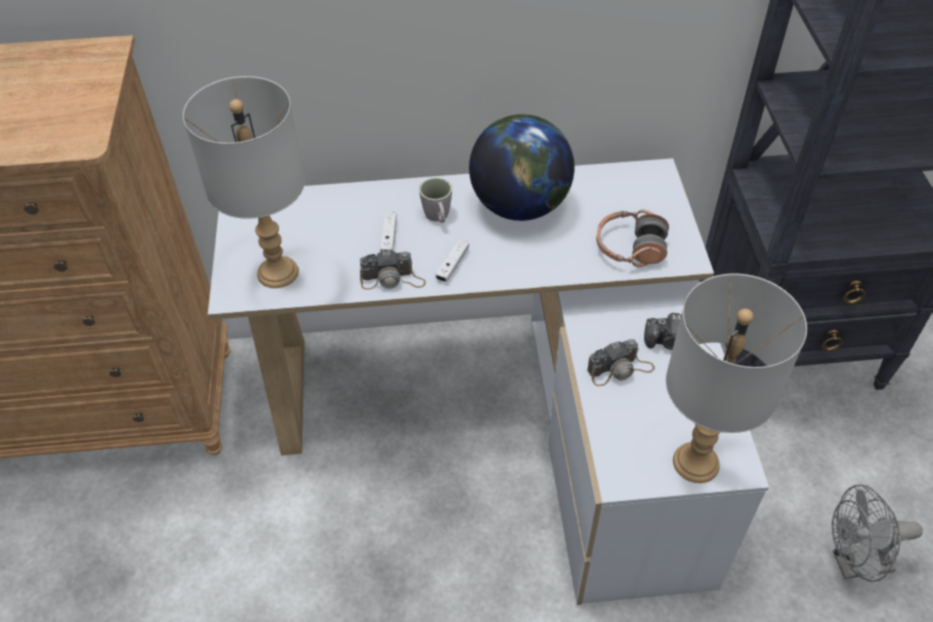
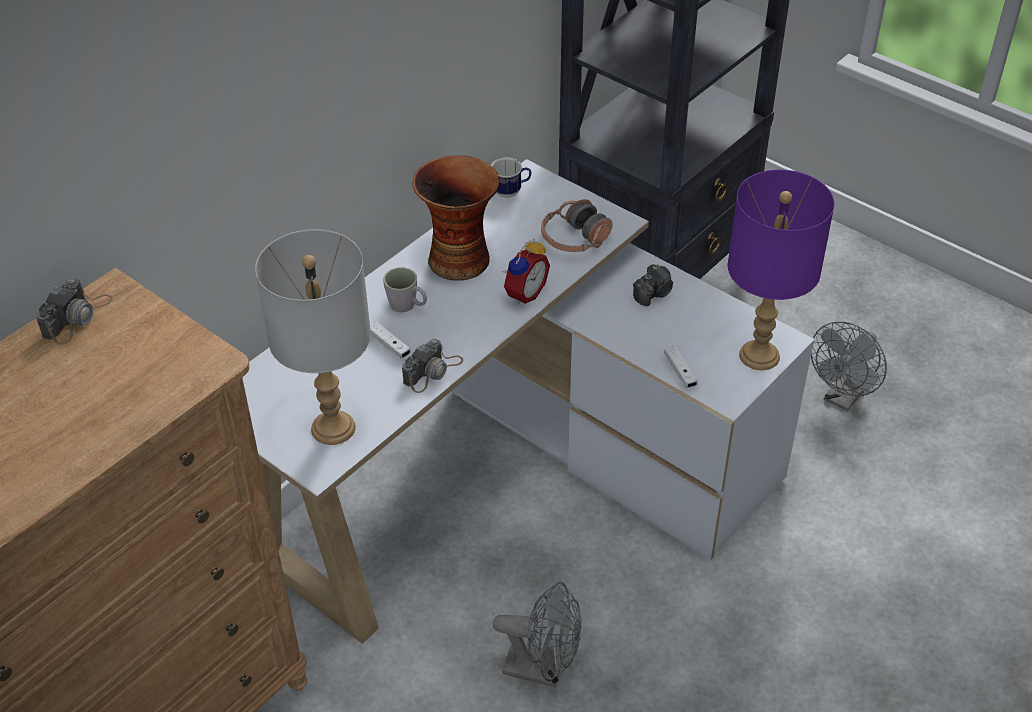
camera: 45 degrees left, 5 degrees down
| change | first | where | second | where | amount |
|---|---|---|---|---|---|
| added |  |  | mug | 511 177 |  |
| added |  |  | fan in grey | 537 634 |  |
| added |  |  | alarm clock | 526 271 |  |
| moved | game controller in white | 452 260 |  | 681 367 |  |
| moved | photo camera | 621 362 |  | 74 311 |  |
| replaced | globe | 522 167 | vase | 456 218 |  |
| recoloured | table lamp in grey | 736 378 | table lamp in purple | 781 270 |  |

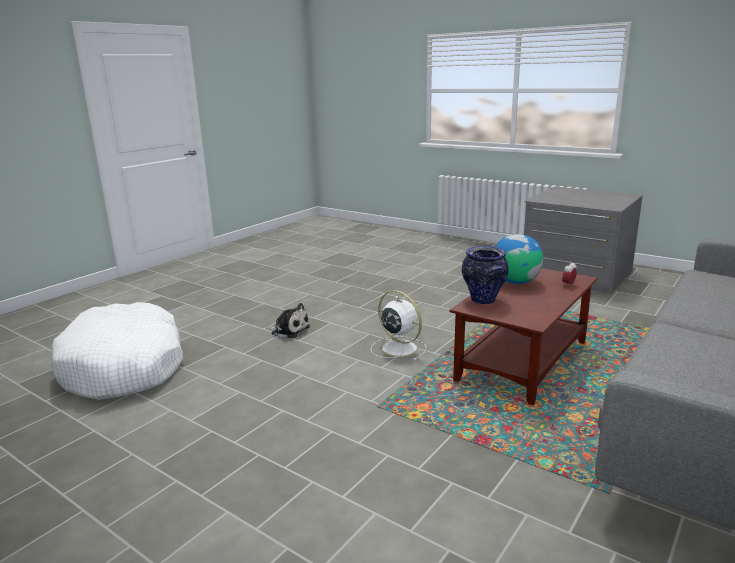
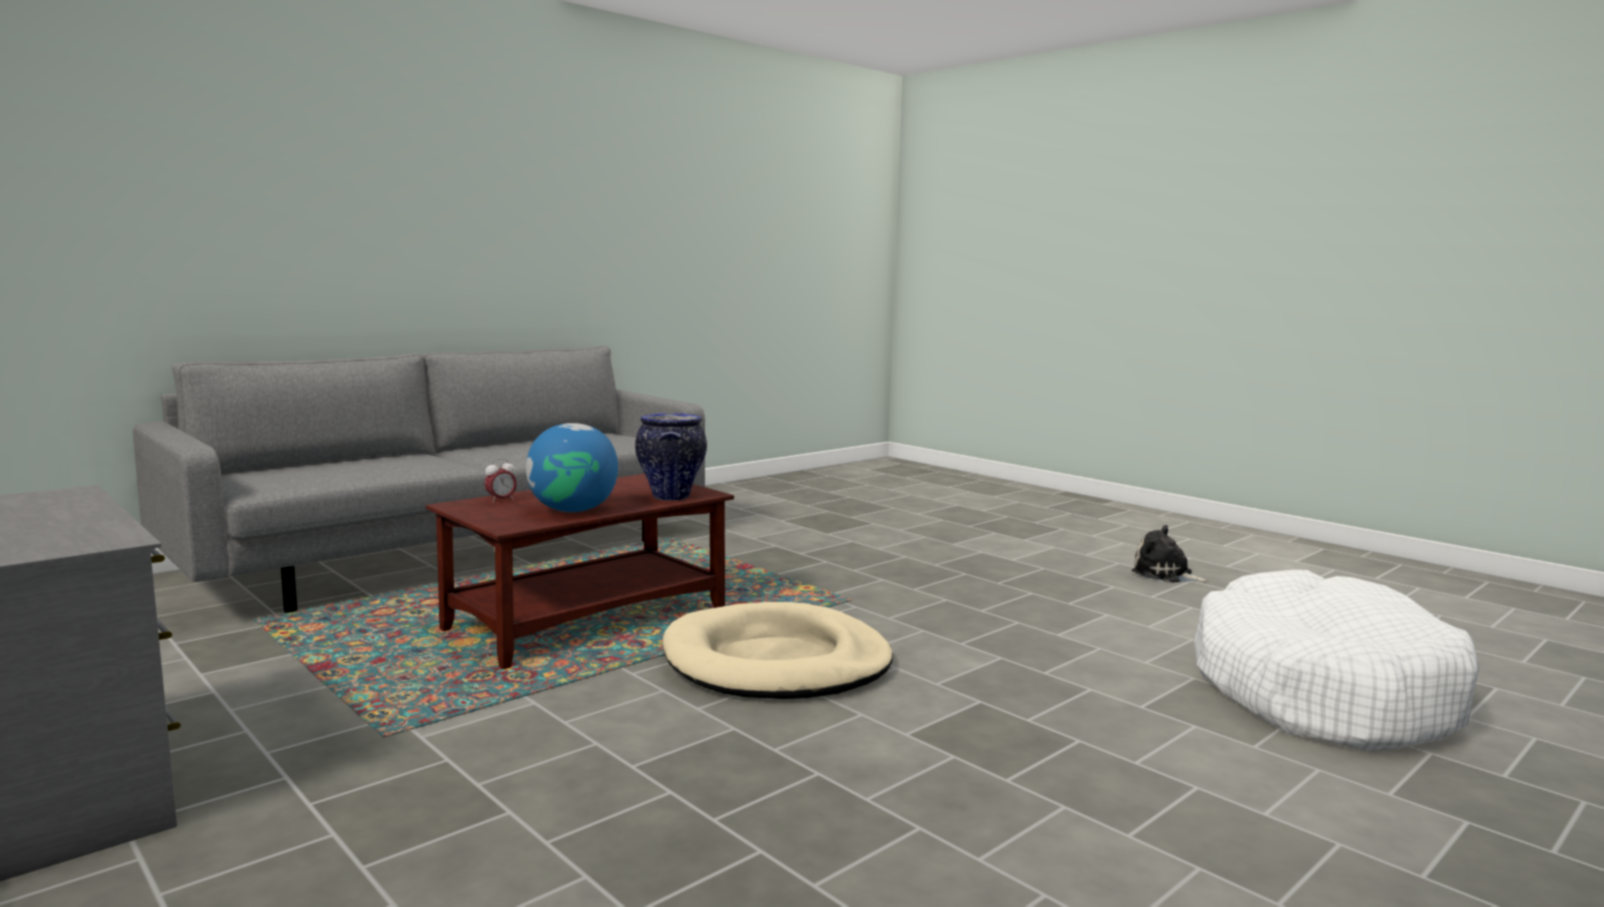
camera: 170 degrees left, 10 degrees down
| change | first | where | second | where | amount |
|---|---|---|---|---|---|
| moved | plush toy | 288 320 |  | 1171 553 |  |
| replaced | fan in white | 399 325 | dog bed in beige | 778 650 |  |

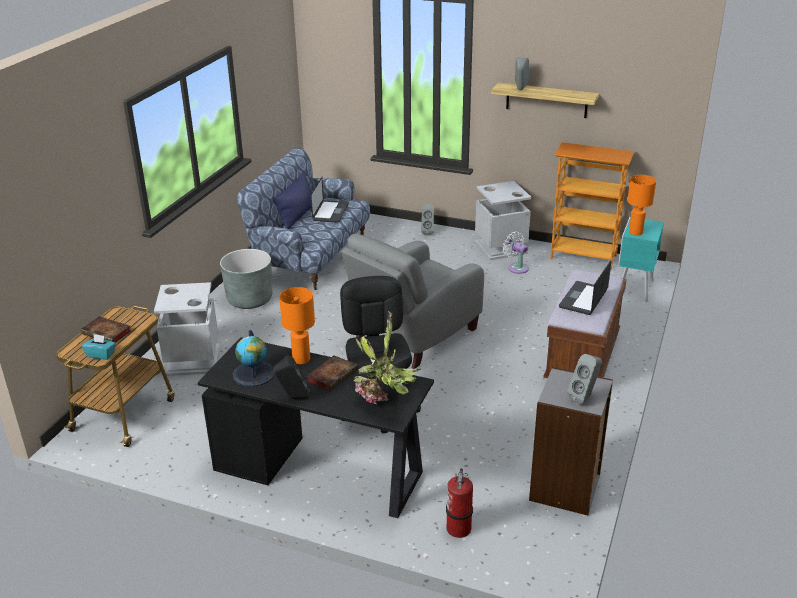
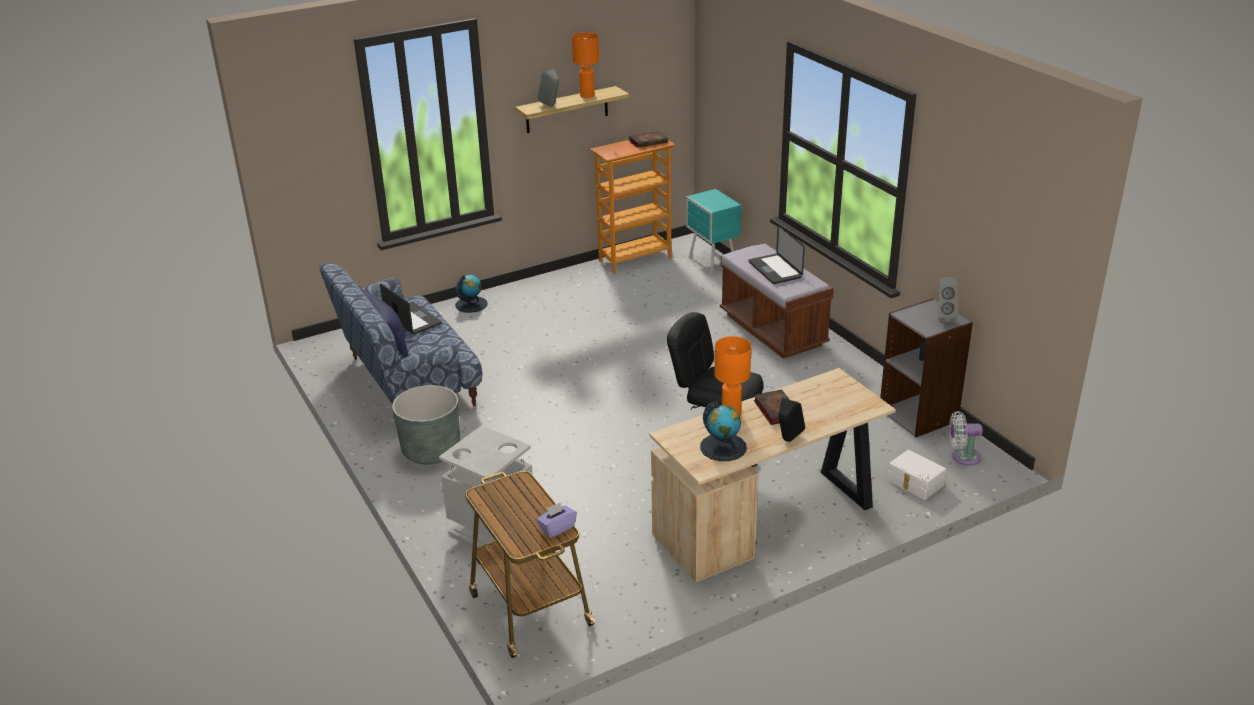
camera: 50 degrees left, 0 degrees up
| change | first | where | second | where | amount |
|---|---|---|---|---|---|
| removed | armchair in grey | 412 301 |  |  |  |
| removed | potted plant | 387 357 |  |  |  |
| removed | trash can in grey | 503 220 |  |  |  |
| moved | book | 106 329 |  | 648 139 |  |
| moved | fan in white | 515 253 |  | 966 438 |  |
| moved | table lamp in orange | 641 205 |  | 585 65 |  |
| replaced | speaker in grey | 427 219 | globe | 471 293 |  |
| replaced | fire extinguisher | 459 503 | storage box in white | 916 475 |  |
| recoloured | tissue box in turquoise | 99 347 | tissue box in purple | 556 520 |  |
| recoloured | desk in black | 316 427 | desk in beige | 772 475 |  |

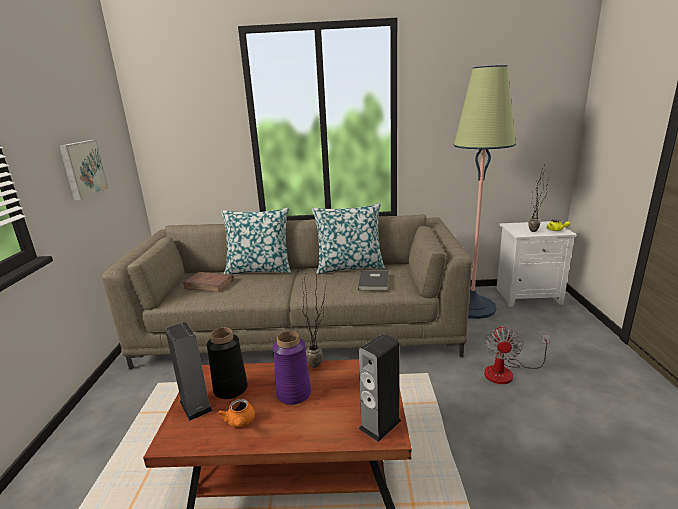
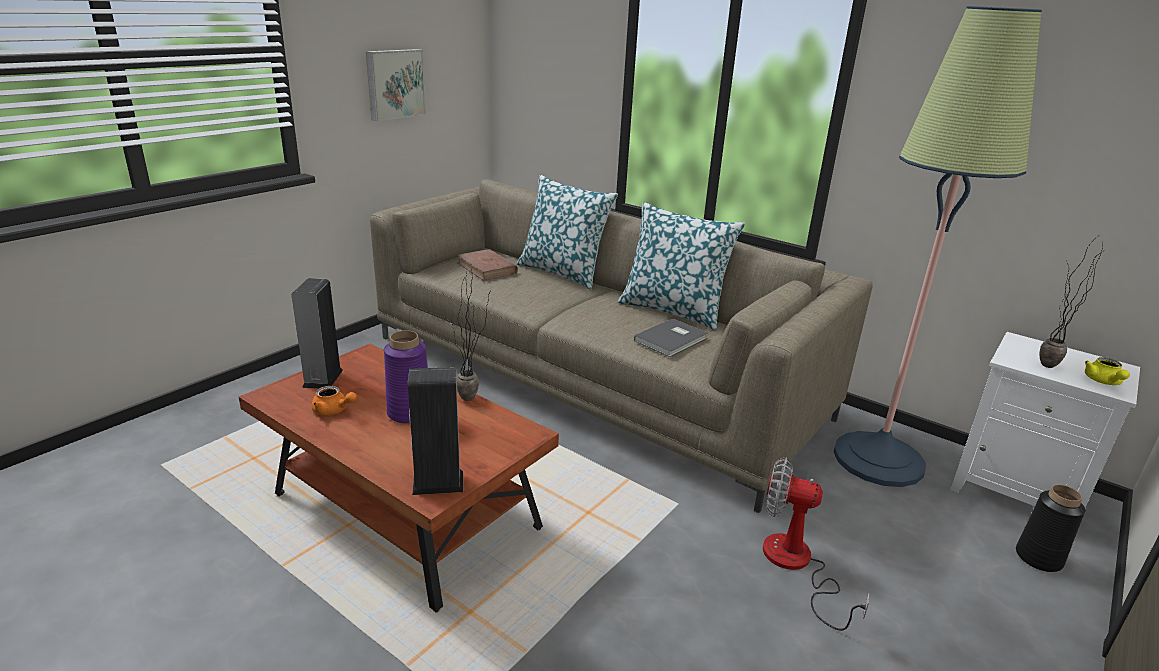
camera: 35 degrees right, 5 degrees up
| change | first | where | second | where | amount |
|---|---|---|---|---|---|
| moved | vase in black | 227 363 |  | 1050 528 |  |
| turned | teapot in orange | 236 413 |  | 334 400 | 90 degrees counterclockwise |
| turned | fan | 517 355 |  | 816 544 | 60 degrees clockwise |

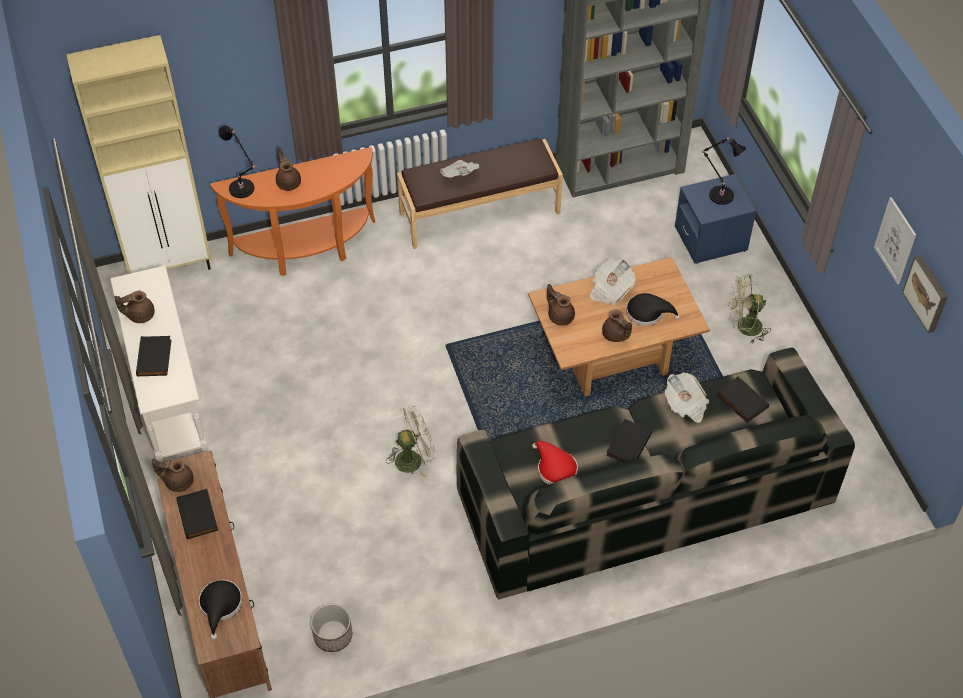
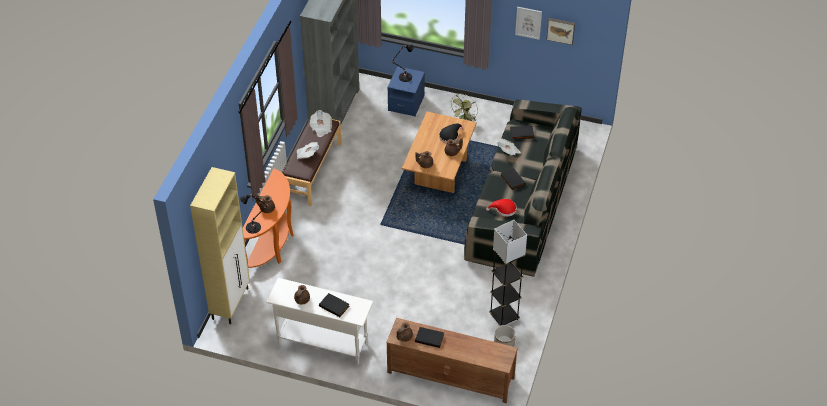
camera: 55 degrees left, 5 degrees down
| change | first | where | second | where | amount |
|---|---|---|---|---|---|
| removed | hat in black | 220 610 |  |  |  |
| removed | fan in green | 411 442 |  |  |  |
| added |  |  | floor lamp in grey | 508 273 |  |
| moved | newspaper | 613 282 |  | 321 123 |  |

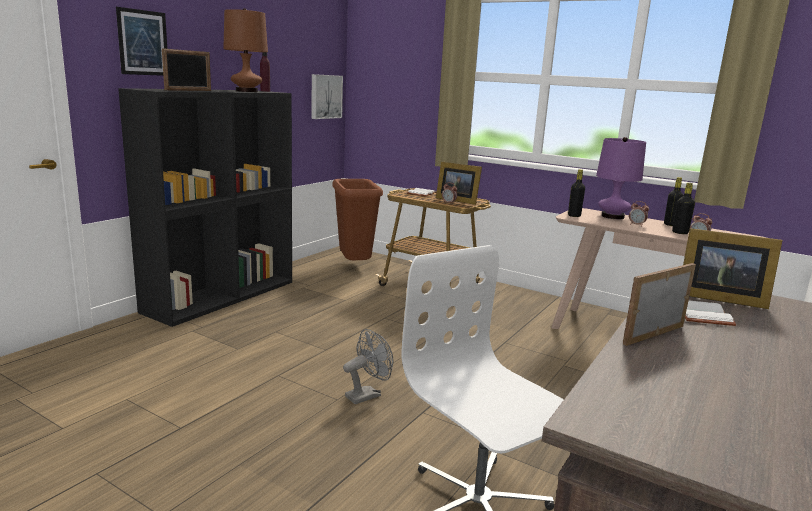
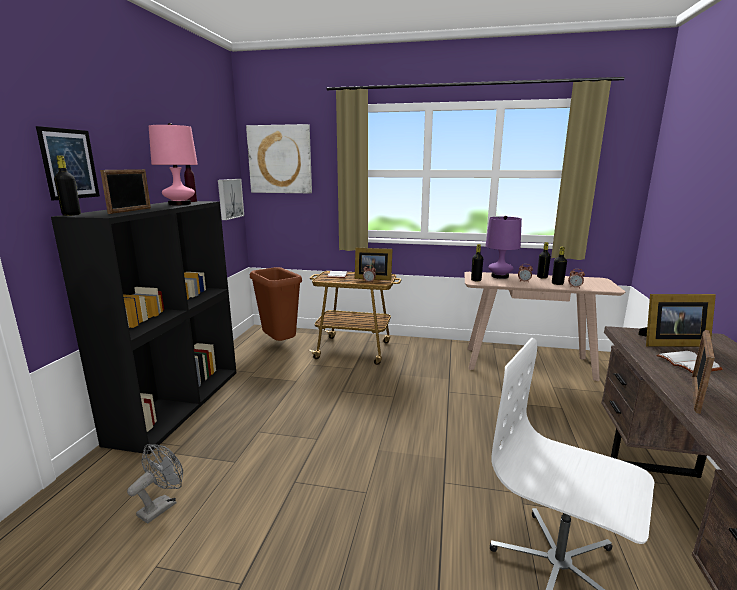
camera: 20 degrees left, 0 degrees up
| change | first | where | second | where | amount |
|---|---|---|---|---|---|
| added |  |  | bottle in black | 67 185 |  |
| added |  |  | picture | 279 158 |  |
| moved | fan in grey | 368 366 |  | 155 484 |  |
| recoloured | table lamp in brown | 245 50 | table lamp in pink | 173 164 |  |

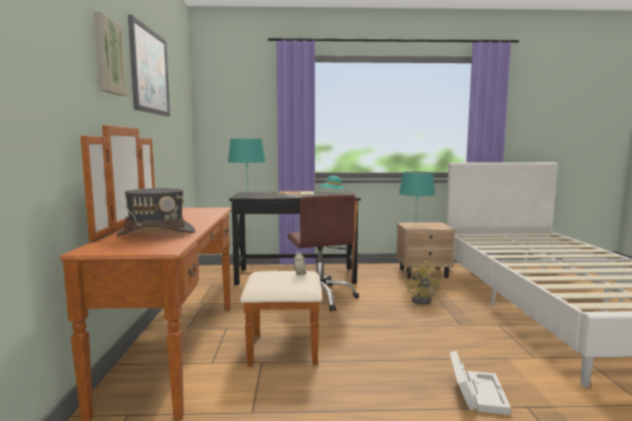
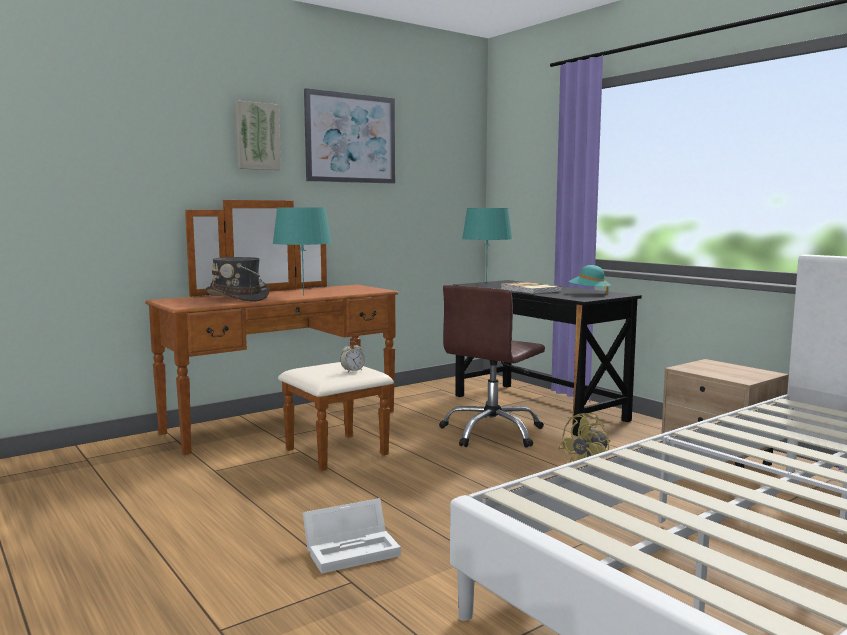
camera: 55 degrees right, 0 degrees up
| change | first | where | second | where | amount |
|---|---|---|---|---|---|
| moved | table lamp in turquoise | 417 192 |  | 302 251 |  |

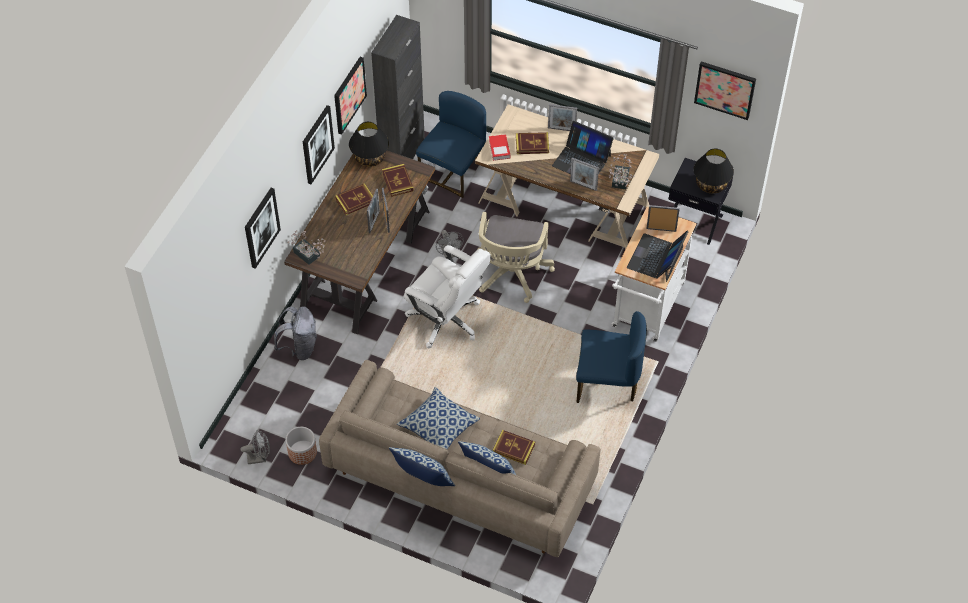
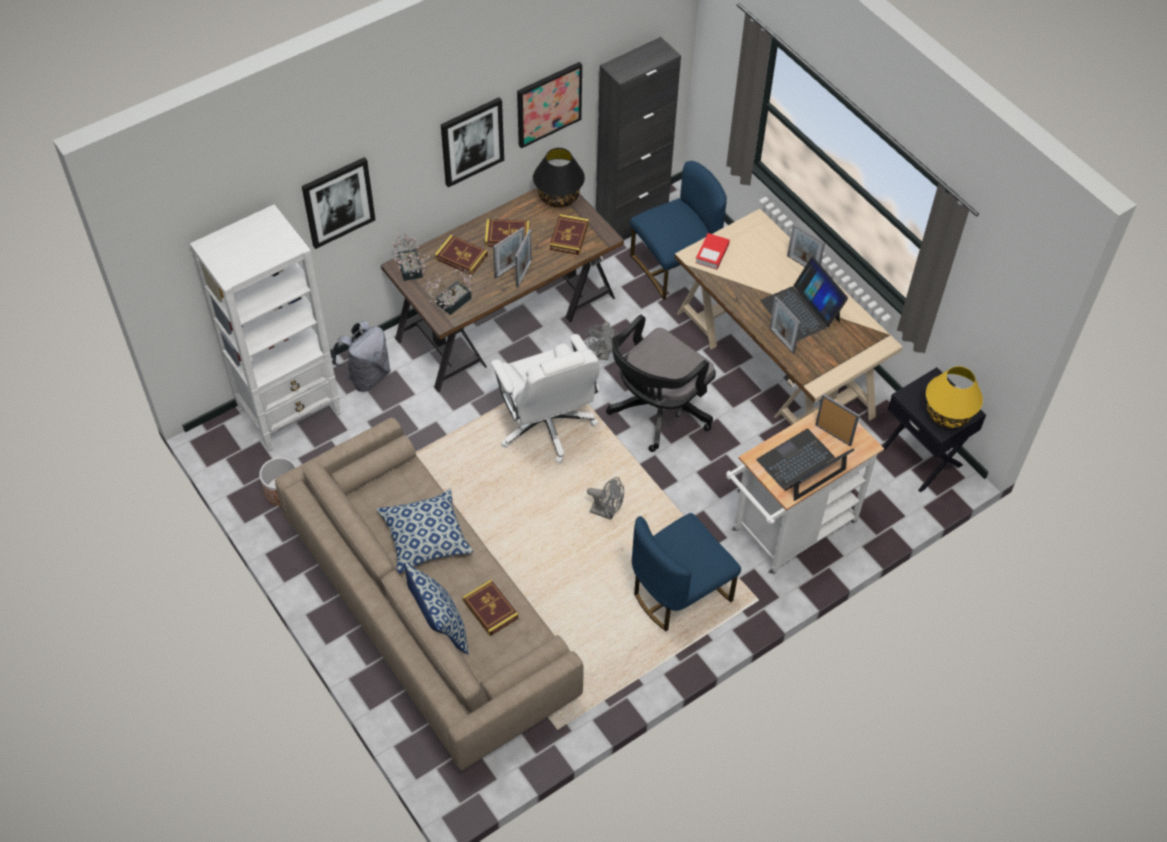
camera: 30 degrees right, 0 degrees up
| change | first | where | second | where | amount |
|---|---|---|---|---|---|
| removed | pillow | 422 466 |  |  |  |
| removed | picture | 725 90 |  |  |  |
| added |  |  | bookcase in white | 265 328 |  |
| moved | fan in grey | 255 447 |  | 605 498 |  |
| moved | book | 532 143 |  | 461 255 |  |
| moved | potted plant | 621 171 |  | 449 291 |  |
| recoloured | office chair in beige | 516 257 | office chair in black | 661 383 |  |
| recoloured | table lamp in black | 713 170 | table lamp in yellow | 954 397 |  |
| turned | chair in blue | 611 357 |  | 686 572 | 105 degrees clockwise |

